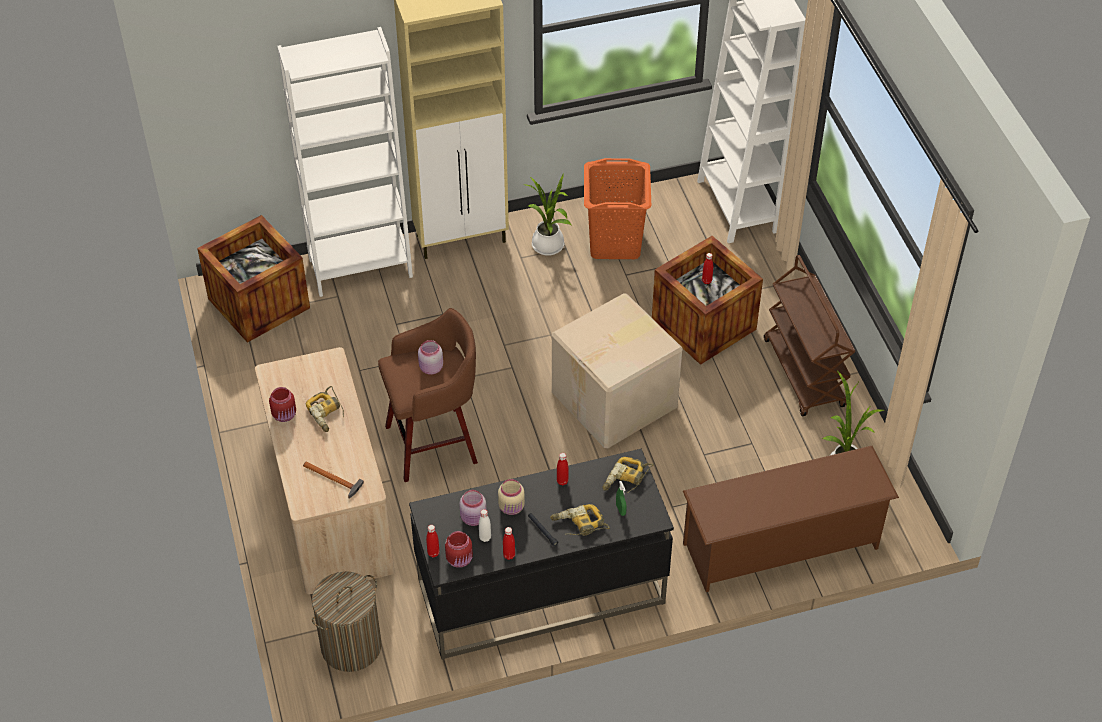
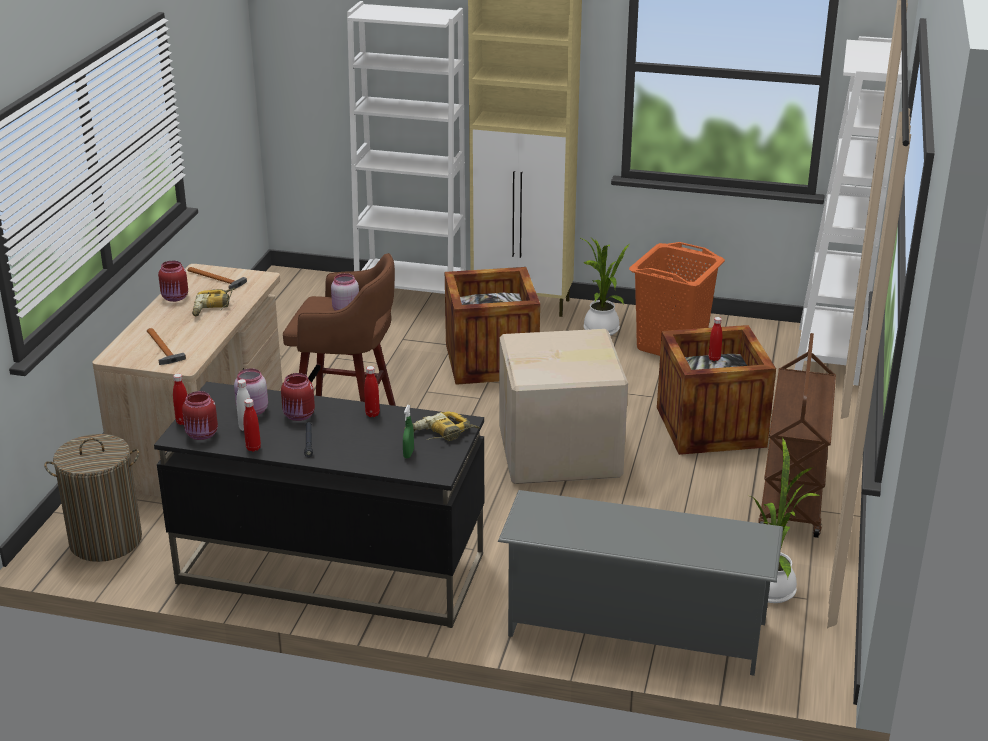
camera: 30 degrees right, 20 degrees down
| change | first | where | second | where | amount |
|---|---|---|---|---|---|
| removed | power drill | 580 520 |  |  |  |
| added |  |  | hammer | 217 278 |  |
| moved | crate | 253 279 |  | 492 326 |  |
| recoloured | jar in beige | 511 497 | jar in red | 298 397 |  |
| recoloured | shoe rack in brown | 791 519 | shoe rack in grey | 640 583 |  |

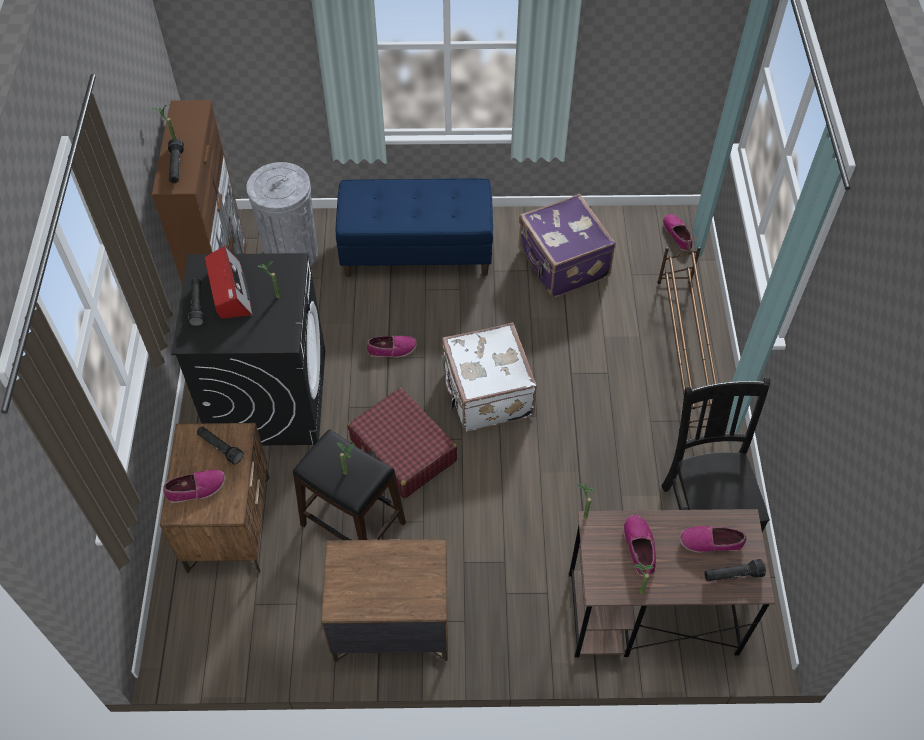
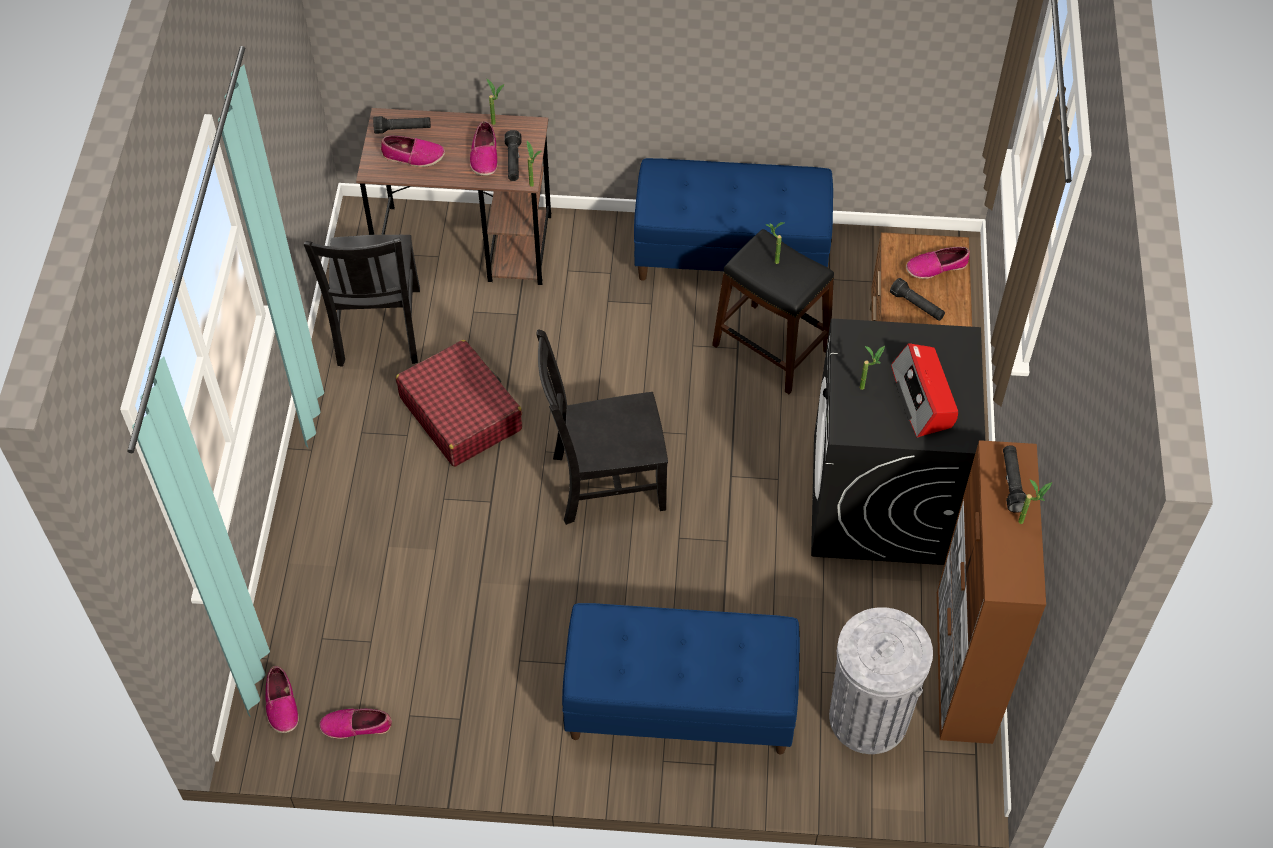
camera: 175 degrees left, 0 degrees up
| change | first | where | second | where | amount |
|---|---|---|---|---|---|
| removed | suitcase in purple | 567 246 |  |  |  |
| removed | shoe rack in brown | 687 338 |  |  |  |
| moved | flashlight in black | 196 302 |  | 513 155 |  |
| moved | suitcase in red | 402 443 |  | 459 403 |  |
| moved | shoe | 392 346 |  | 355 724 |  |
| replaced | nightstand in brown | 384 601 | bench in blue | 733 219 |  |
| replaced | suitcase in white | 489 377 | chair in black | 602 427 |  |

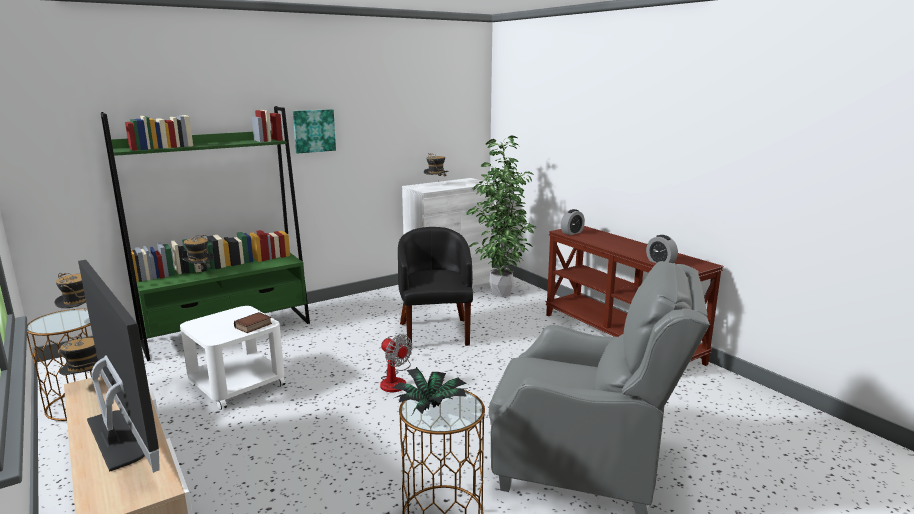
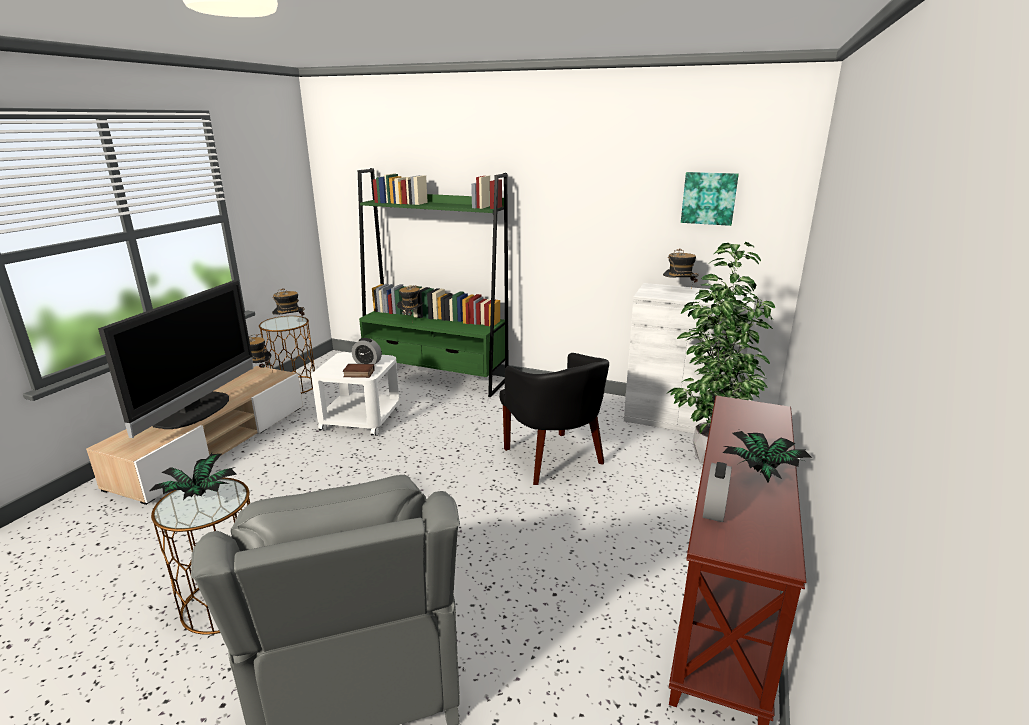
camera: 55 degrees right, 5 degrees up
| change | first | where | second | where | amount |
|---|---|---|---|---|---|
| removed | fan | 396 363 |  |  |  |
| added |  |  | potted plant | 767 456 |  |
| moved | picture | 314 131 |  | 710 199 |  |
| moved | alarm clock | 573 222 |  | 367 351 |  |
| turned | armchair in black | 435 288 |  | 554 419 | 105 degrees clockwise |

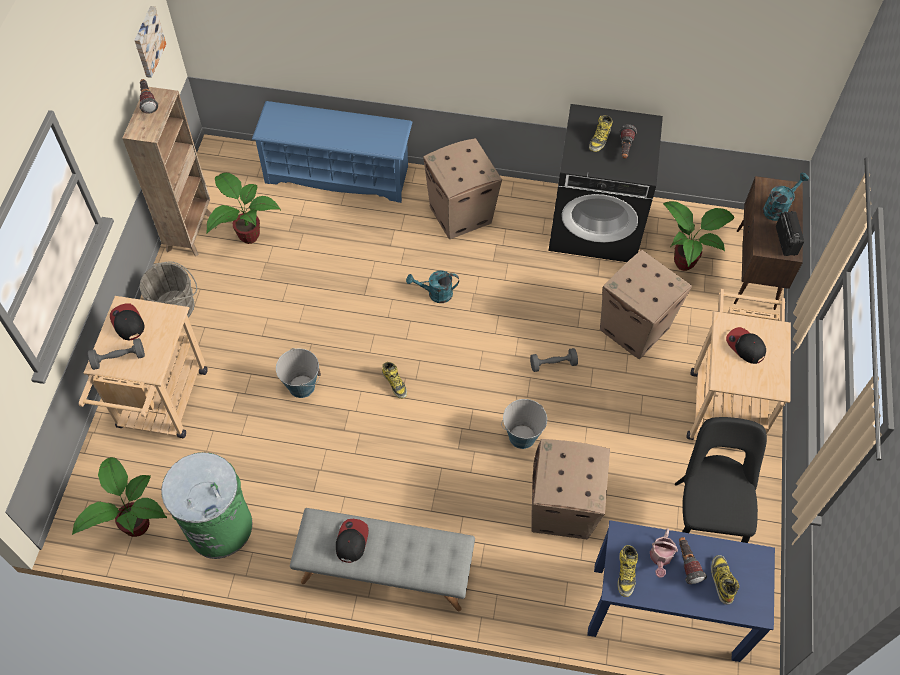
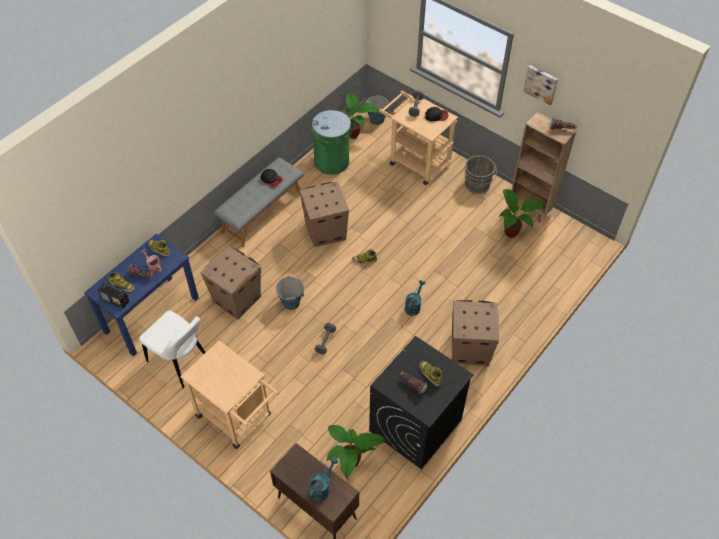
camera: 120 degrees right, 5 degrees down
| change | first | where | second | where | amount |
|---|---|---|---|---|---|
| removed | shoe rack in blue | 332 152 |  |  |  |
| removed | cap | 746 345 |  |  |  |
| moved | picture | 150 42 |  | 540 85 |  |
| moved | bucket | 298 373 |  | 377 110 |  |
| moved | cardboard box | 646 304 |  | 324 214 |  |
| moved | radio | 790 233 |  | 113 296 |  |
| recoloured | chair in black | 721 480 | chair in white | 172 349 |  |
| turned | watering can in turquoise | 786 197 |  | 323 479 | 135 degrees counterclockwise |

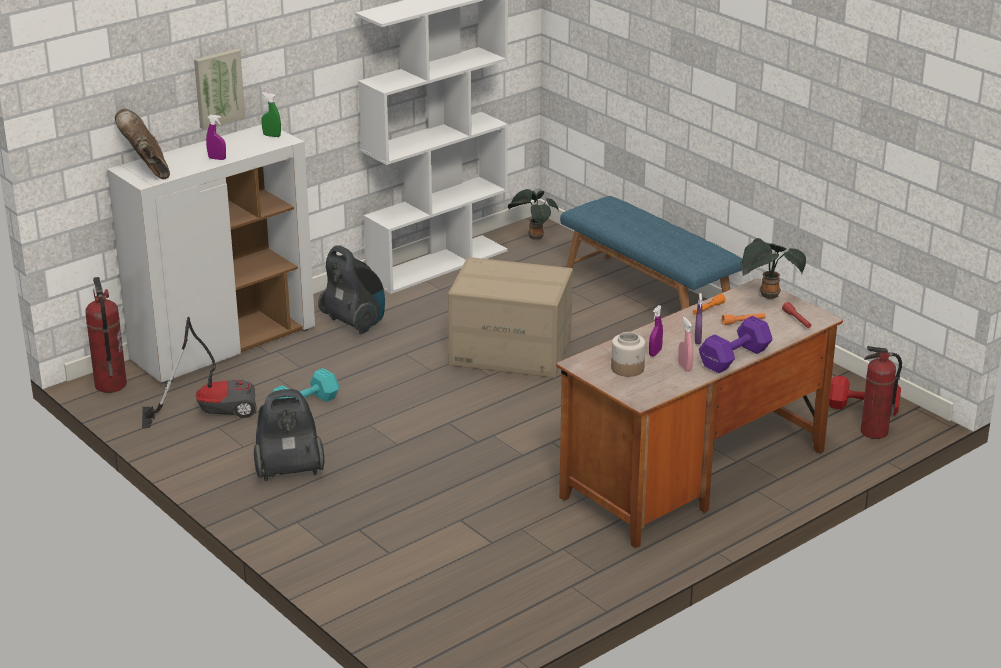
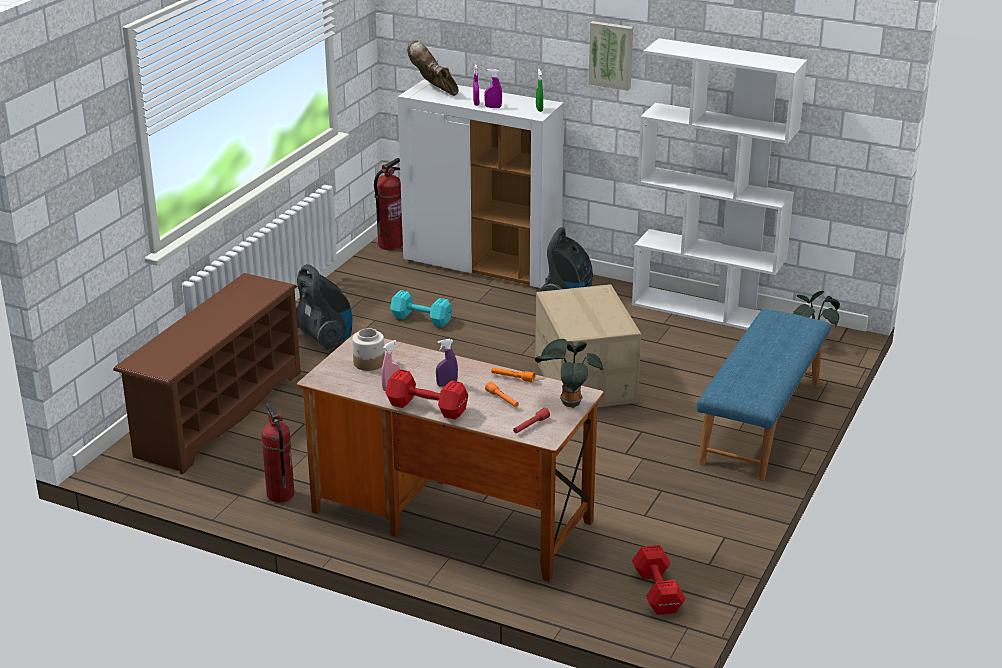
camera: 65 degrees right, 0 degrees up
| change | first | where | second | where | amount |
|---|---|---|---|---|---|
| removed | vacuum cleaner | 199 373 |  |  |  |
| added |  |  | shoe rack in brown | 207 373 |  |
| moved | picture | 219 89 |  | 611 56 |  |
| moved | spray bottle in purple | 656 331 |  | 493 88 |  |
| moved | fire extinguisher | 881 392 |  | 278 452 |  |
| recoloured | dumbbell in purple | 736 344 | dumbbell in red | 427 394 |  |
| turned | boot in brown | 142 144 |  | 433 68 | 75 degrees counterclockwise |

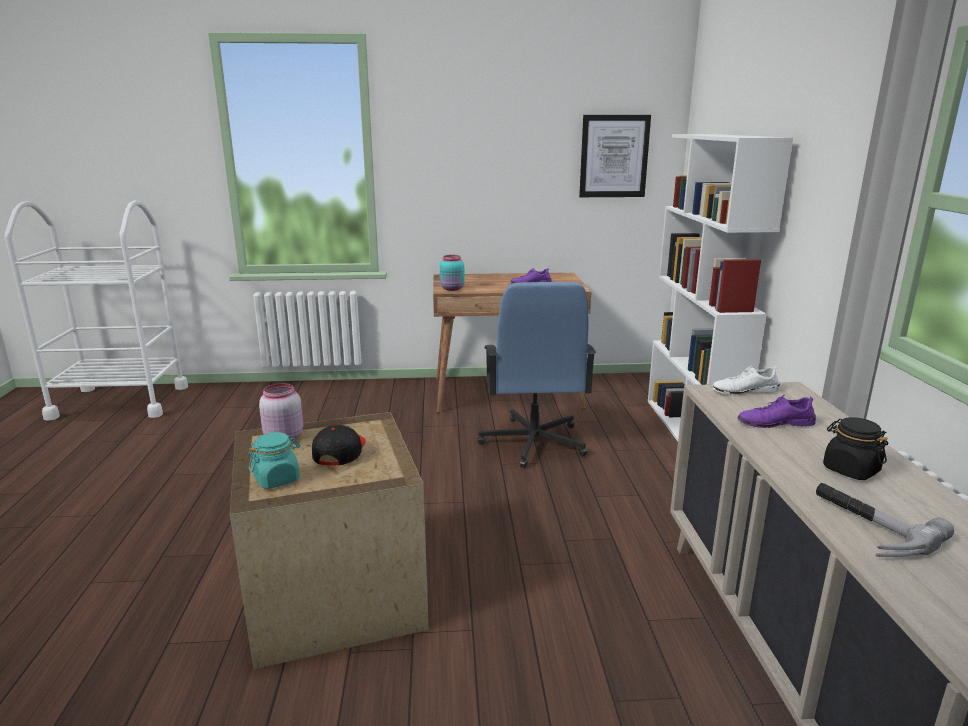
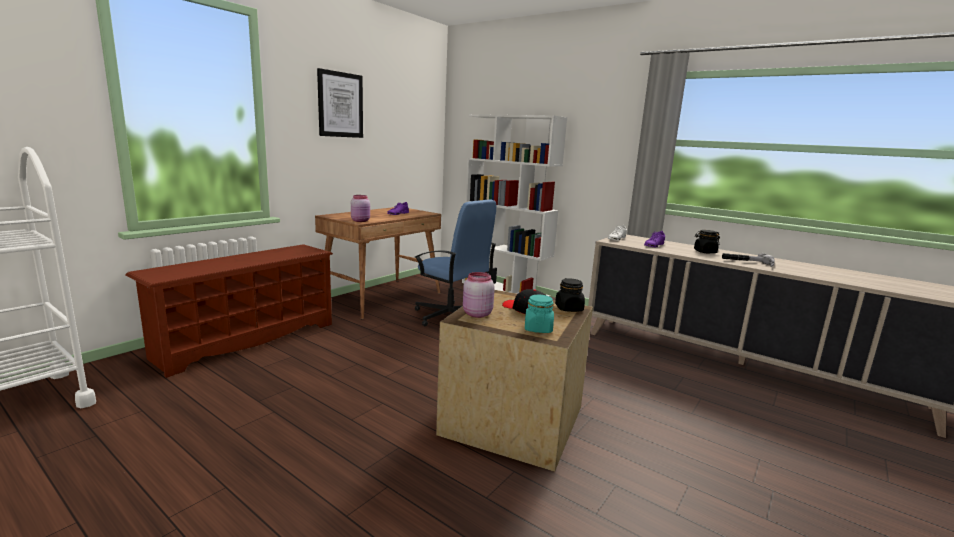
camera: 50 degrees left, 5 degrees down
| change | first | where | second | where | amount |
|---|---|---|---|---|---|
| added |  |  | shoe rack in brown | 229 311 |  |
| added |  |  | jar in black | 570 295 |  |
| moved | picture | 615 156 |  | 340 103 |  |
| recoloured | jar in turquoise | 452 273 | jar in pink | 360 208 |  |

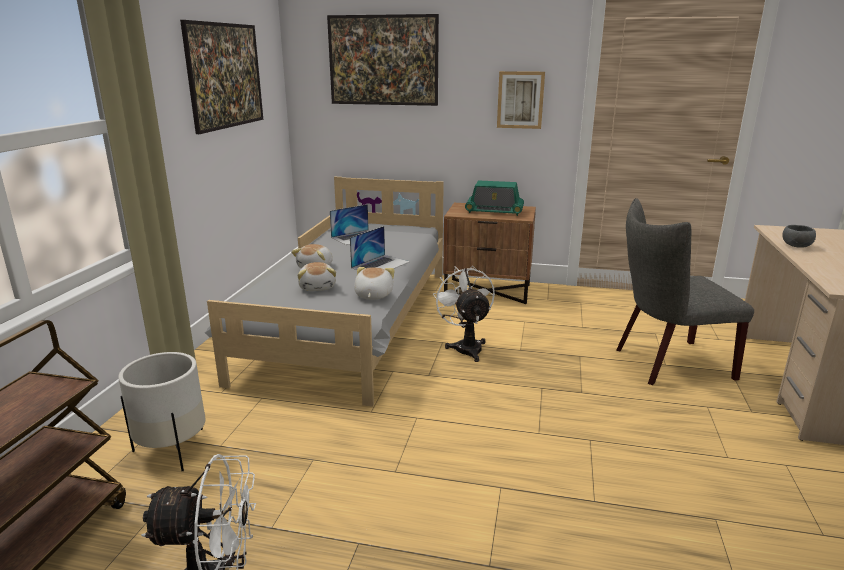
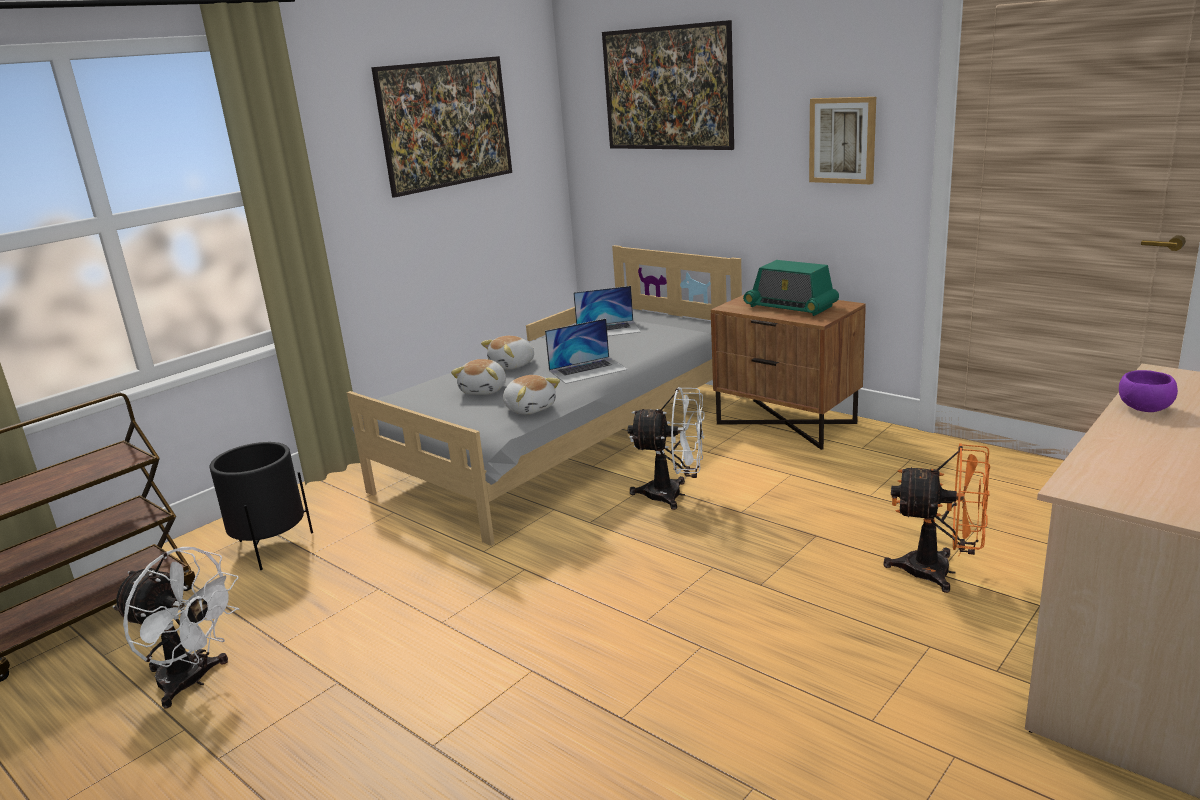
camera: 30 degrees right, 0 degrees up
| change | first | where | second | where | amount |
|---|---|---|---|---|---|
| replaced | chair in grey | 685 291 | fan in orange | 936 518 |  |
| recoloured | planter in white | 161 411 | planter in black | 261 506 |  |
| recoloured | bowl in grey | 799 236 | bowl in purple | 1148 391 |  |
| turned | plush toy | 374 283 |  | 531 394 | 105 degrees clockwise |
| turned | fan in white | 464 314 |  | 666 448 | 90 degrees clockwise |

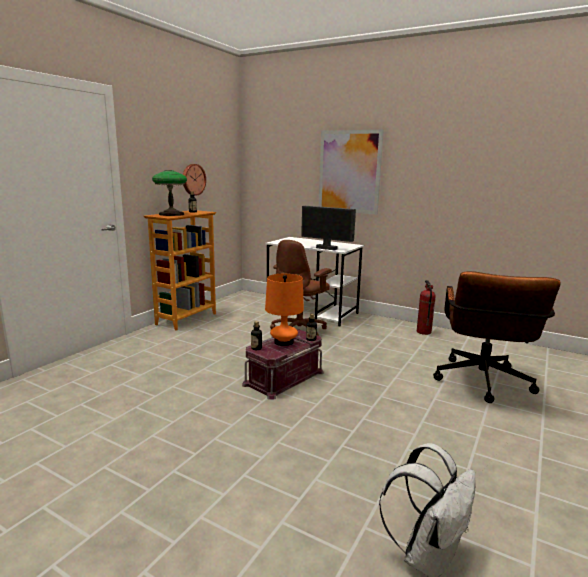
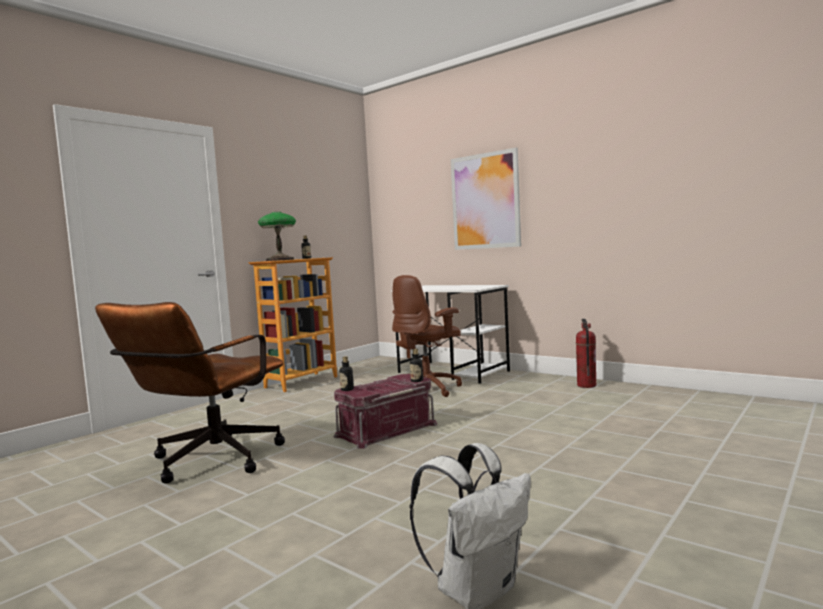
camera: 10 degrees right, 10 degrees down
| change | first | where | second | where | amount |
|---|---|---|---|---|---|
| removed | wall clock | 194 179 |  |  |  |
| removed | table lamp in orange | 284 310 |  |  |  |
| removed | monitor | 328 228 |  |  |  |
| moved | office chair in brown | 497 337 |  | 190 393 |  |

